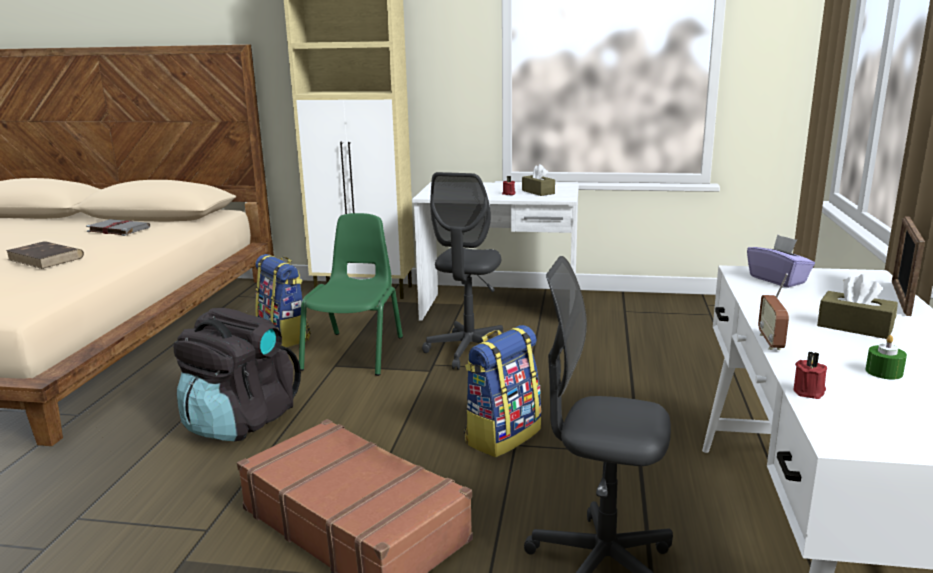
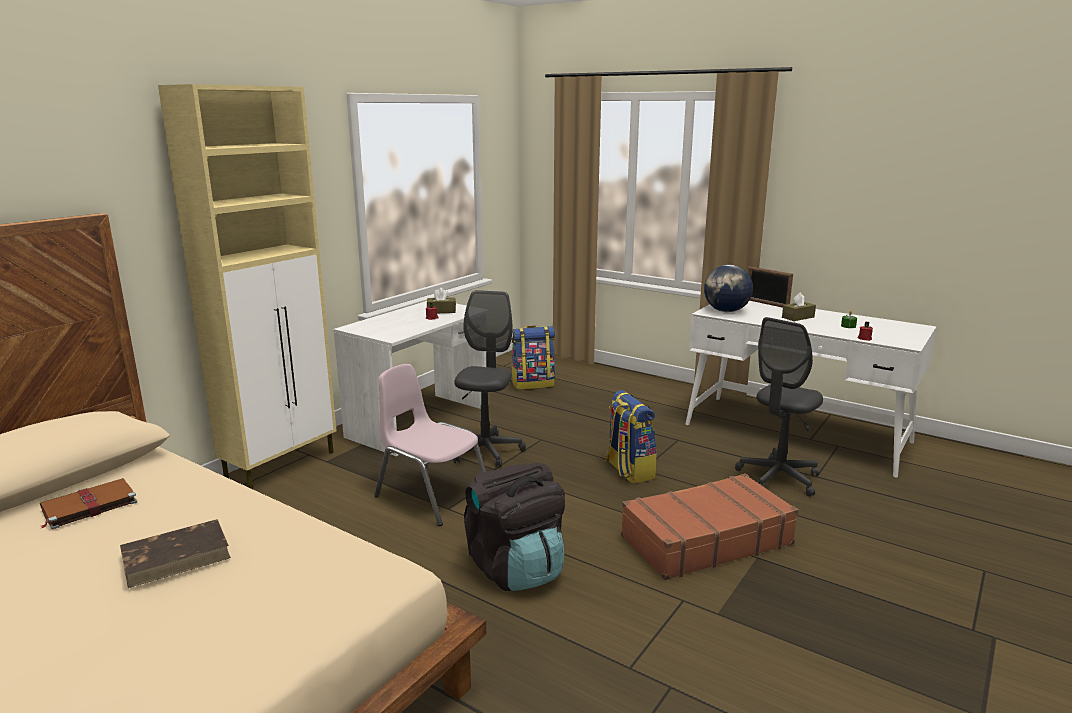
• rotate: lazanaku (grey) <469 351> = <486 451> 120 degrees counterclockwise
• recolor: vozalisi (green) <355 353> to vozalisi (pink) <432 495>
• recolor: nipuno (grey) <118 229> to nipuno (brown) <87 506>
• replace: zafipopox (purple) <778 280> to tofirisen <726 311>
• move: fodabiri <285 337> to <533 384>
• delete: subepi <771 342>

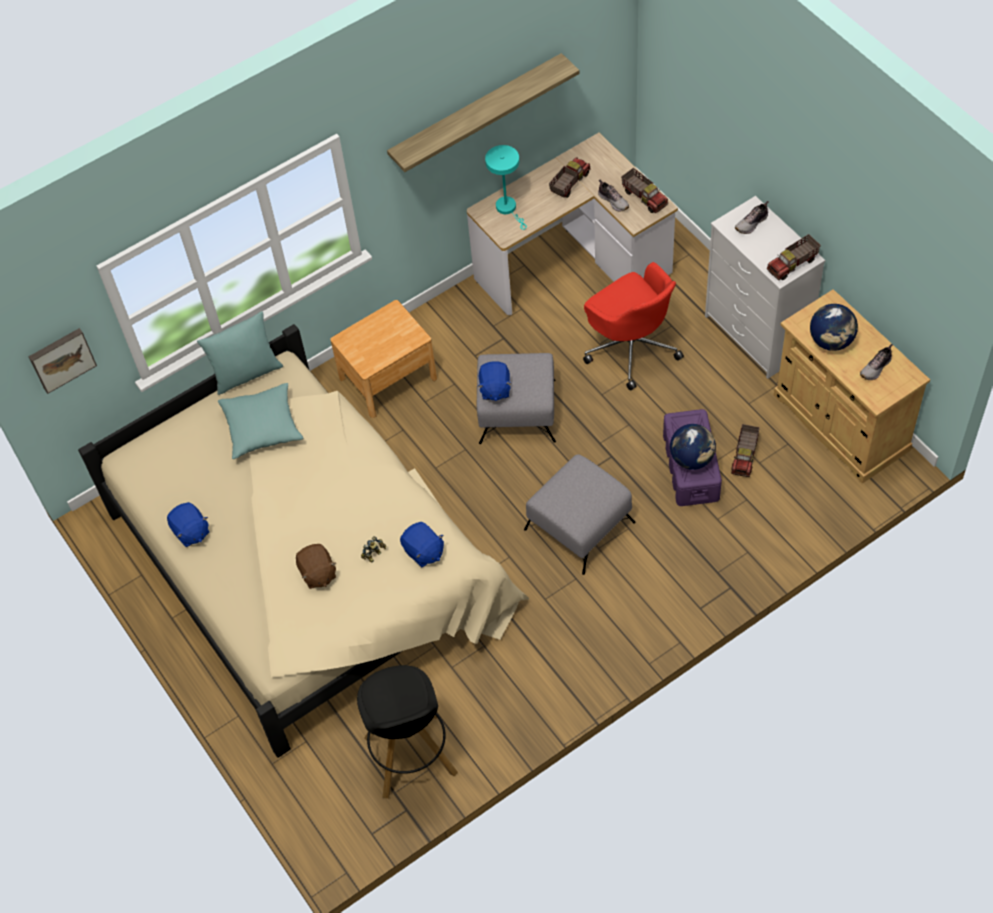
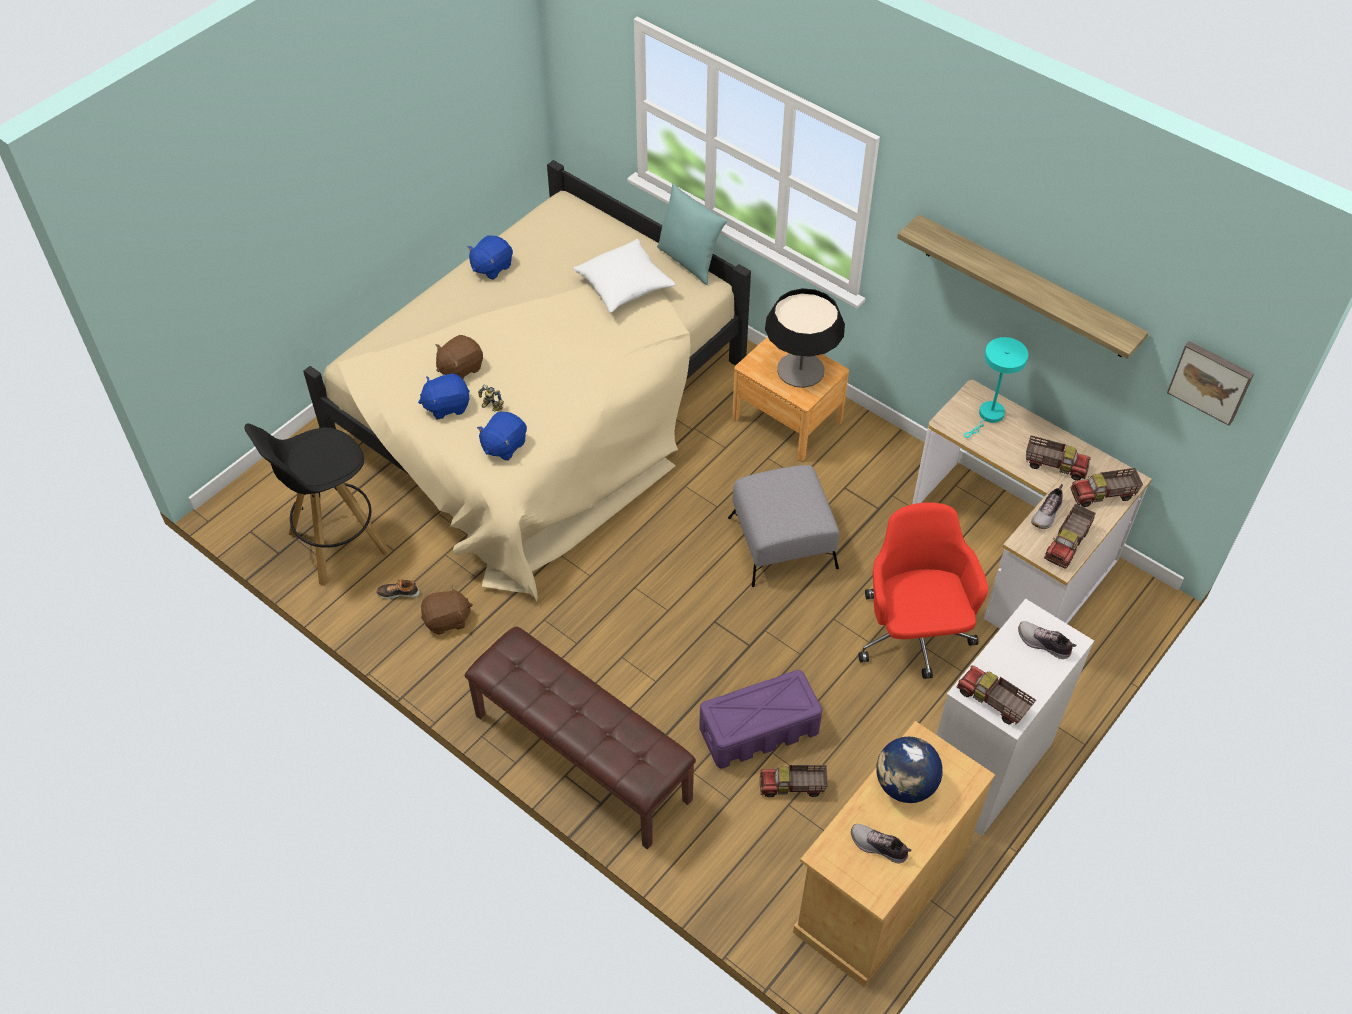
• rotate: lazanaku (red) <631 347> = <913 634> 135 degrees clockwise
• move: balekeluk <61 359> to <1211 381>
• move: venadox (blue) <494 389> to <447 406>
• recolor: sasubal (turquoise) <262 427> to sasubal (white) <624 286>
• delete: tofirisen <692 459>
• delete: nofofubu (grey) <580 525>
• insert: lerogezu <800 370>
• insert: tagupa <1103 495>
• insert: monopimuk <398 592>
• insert: venadox (brown) <447 620>
• insert: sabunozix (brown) <580 757>

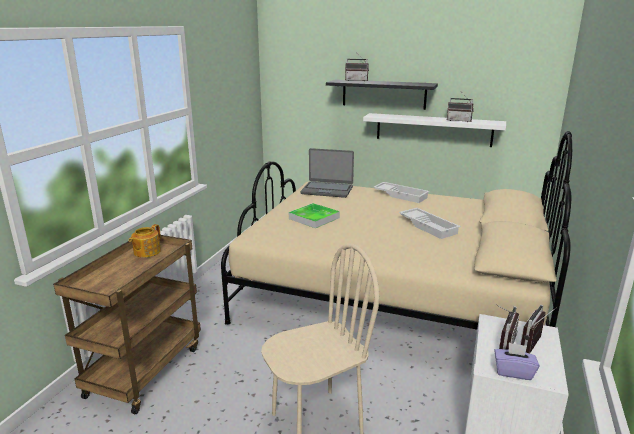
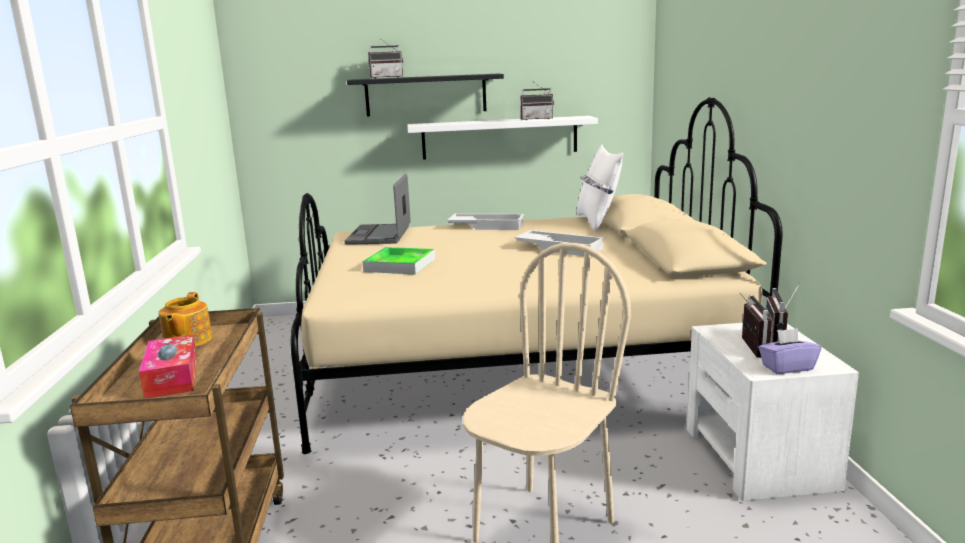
• rotate: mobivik <327 190> = <380 235> 105 degrees clockwise
• insert: sasubal (white) <598 222>
• insert: zafipopox <172 377>

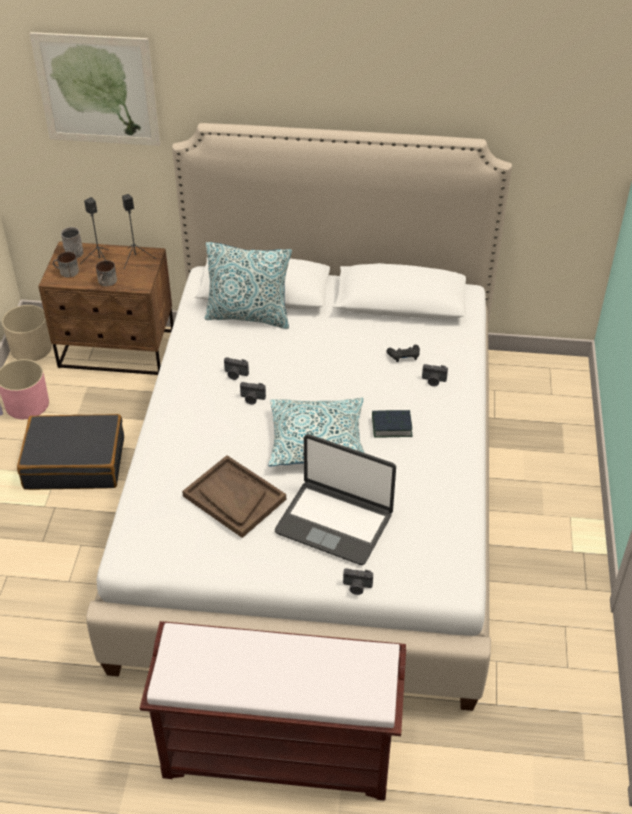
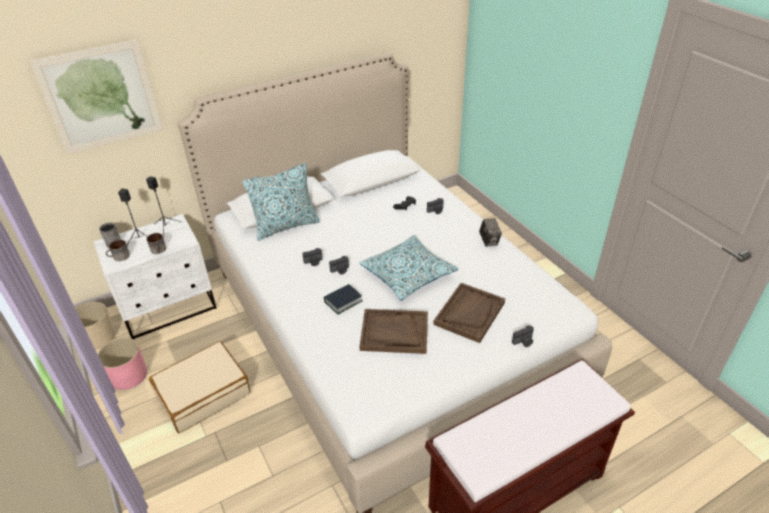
• recolor: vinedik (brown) <117 351> to vinedik (white) <169 308>
• move: nipuno <391 426> to <343 301>
• recolor: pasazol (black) <75 462> to pasazol (beige) <203 394>
• replace: mobivik <334 522> to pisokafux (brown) <469 313>
• insert: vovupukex <489 241>

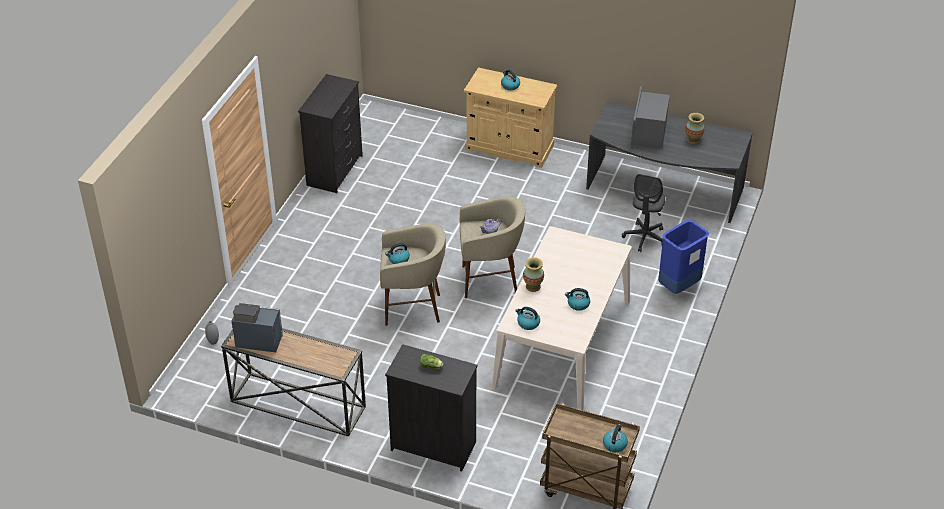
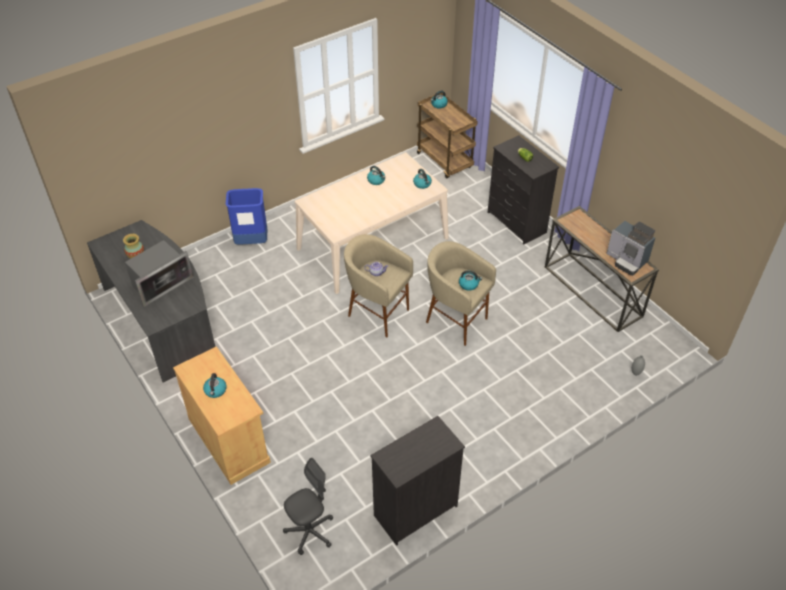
• move: lazanaku (grey) <644 238> to <310 532>
• delete: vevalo <533 286>

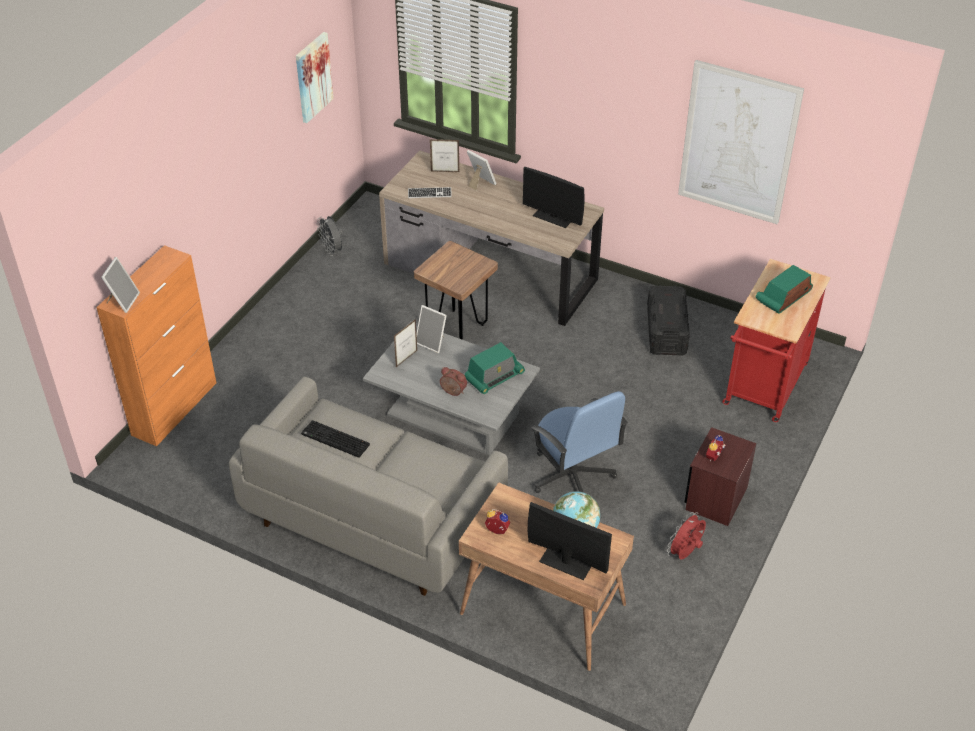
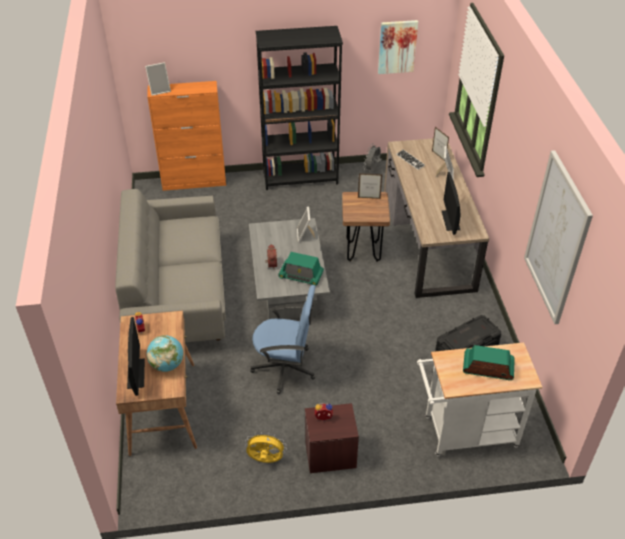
• recolor: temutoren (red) <763 389> to temutoren (white) <464 433>
• move: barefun <406 359> to <369 198>
• rotate: lazanaku (blue) <572 476> = <285 368> 105 degrees counterclockwise
• delete: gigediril <334 440>
• recolor: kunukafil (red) <685 553> to kunukafil (yellow) <265 460>
• insert: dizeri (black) <300 178>

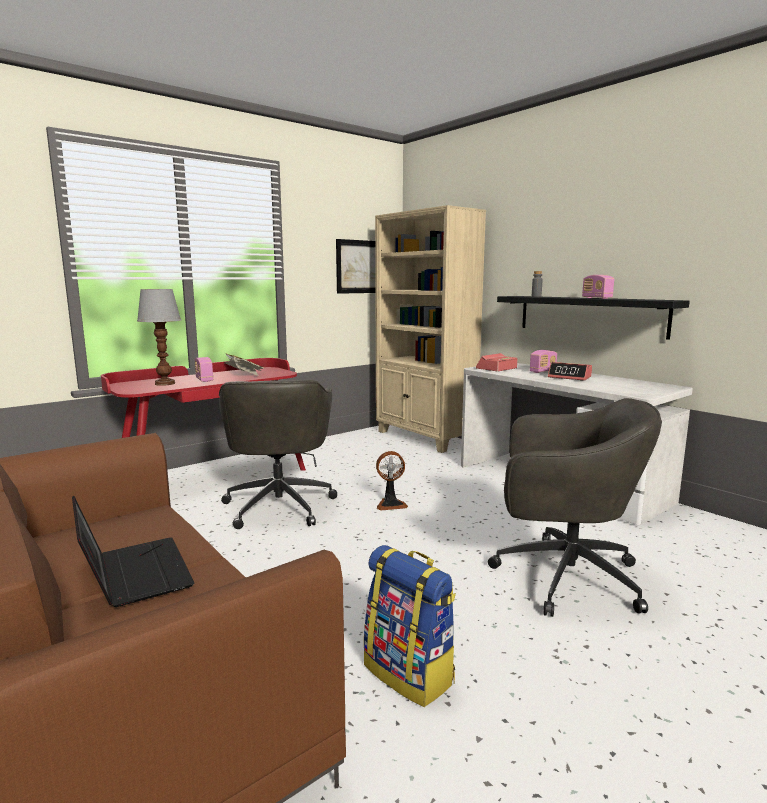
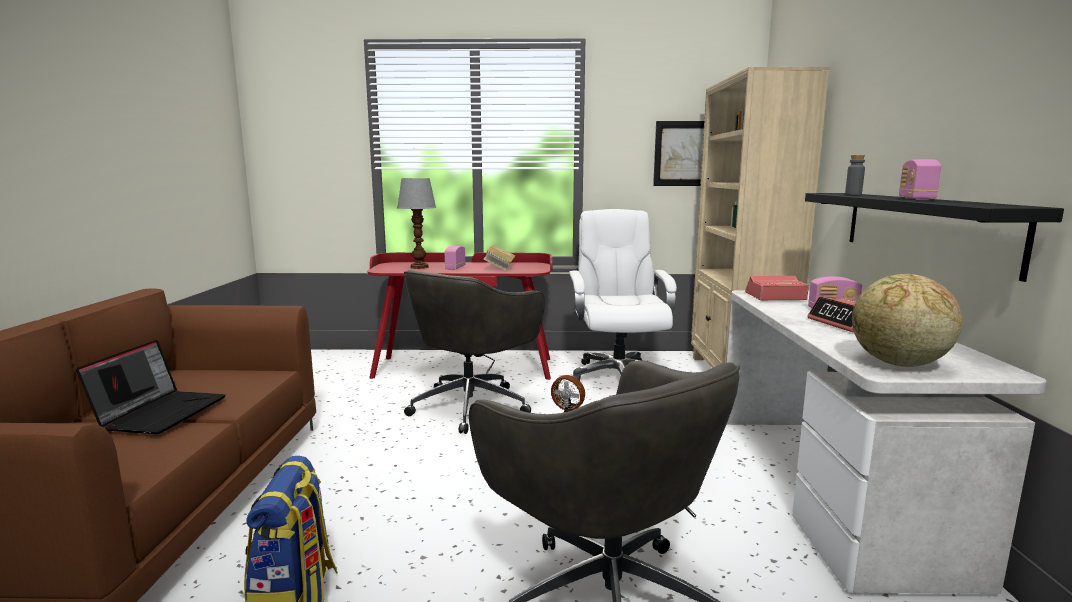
• insert: lazanaku (white) <618 375>
• insert: tofirisen <897 364>

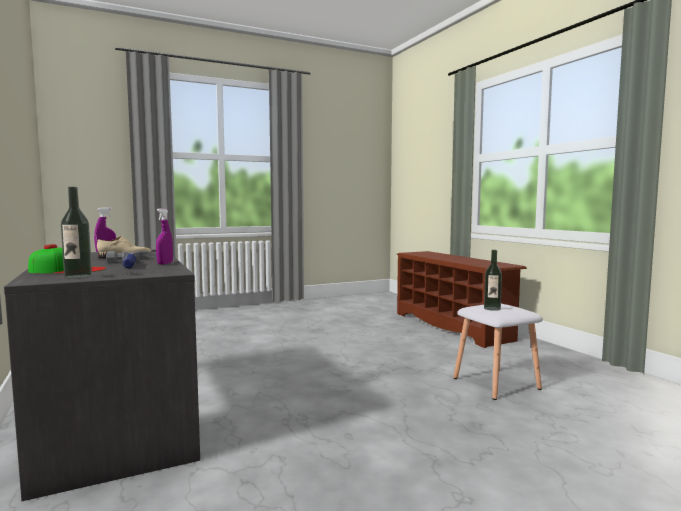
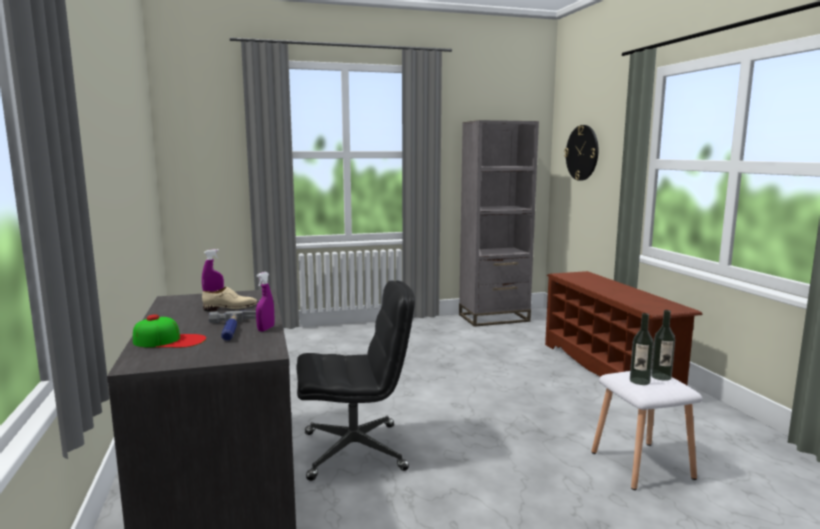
• move: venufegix <78 276> to <661 377>
• insert: dizeri (grey) <494 318>
• insert: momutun <582 153>
• insert: lazanaku (black) <355 450>

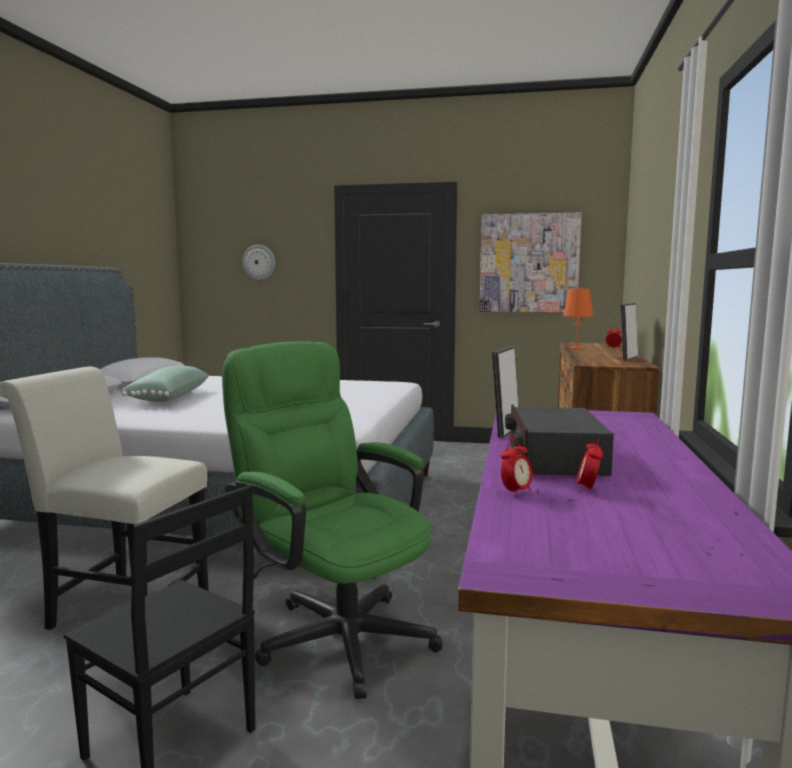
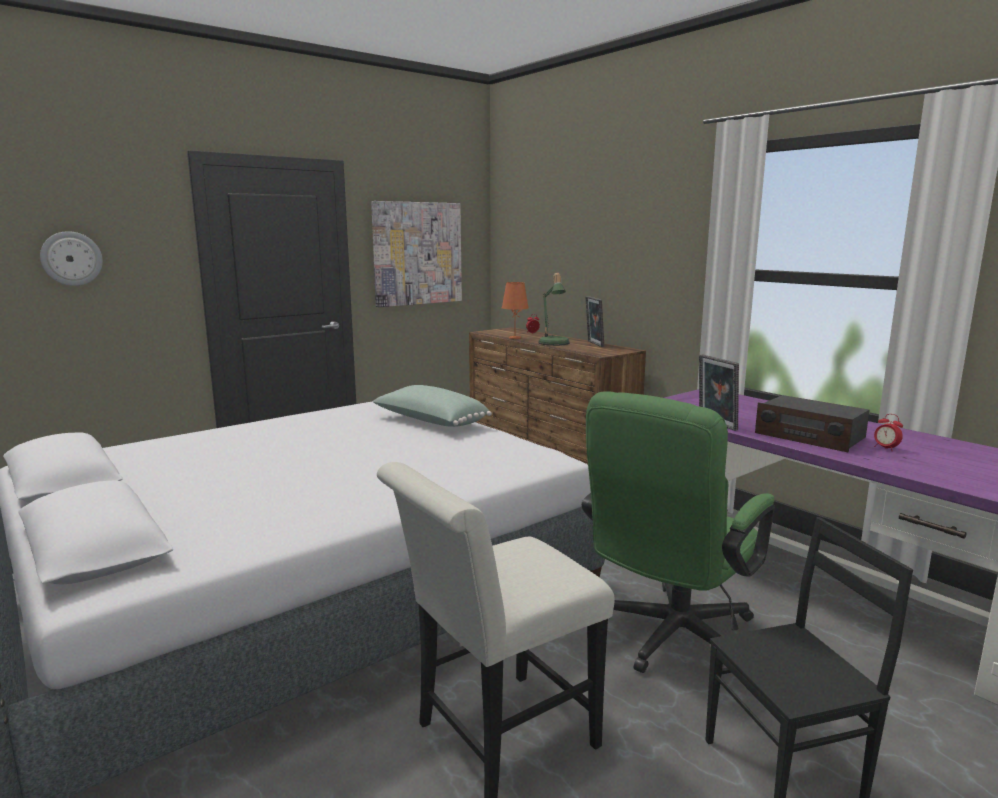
• rotate: lazanaku (green) <334 632> = <669 639> 45 degrees counterclockwise
• move: sasubal (green) <167 398> to <430 422>
• delete: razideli <516 492>
• insert: lerogezu <554 344>

